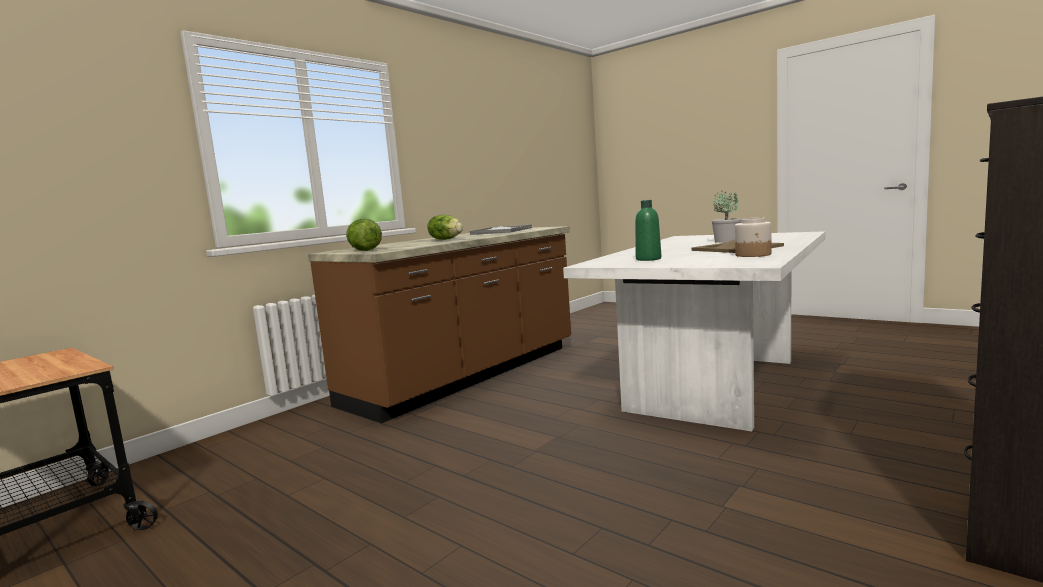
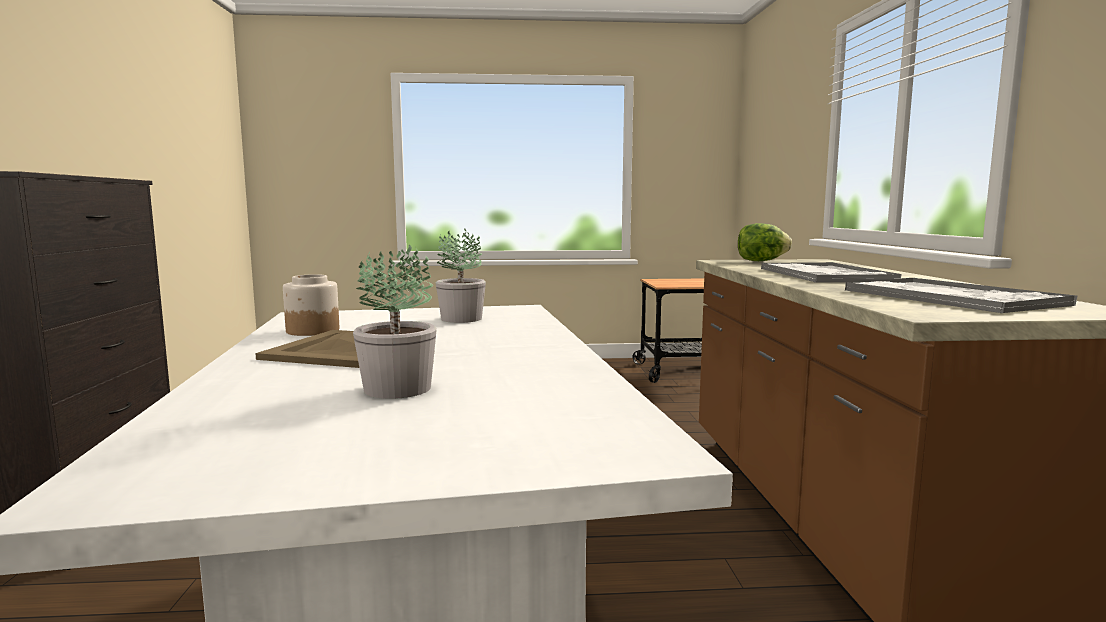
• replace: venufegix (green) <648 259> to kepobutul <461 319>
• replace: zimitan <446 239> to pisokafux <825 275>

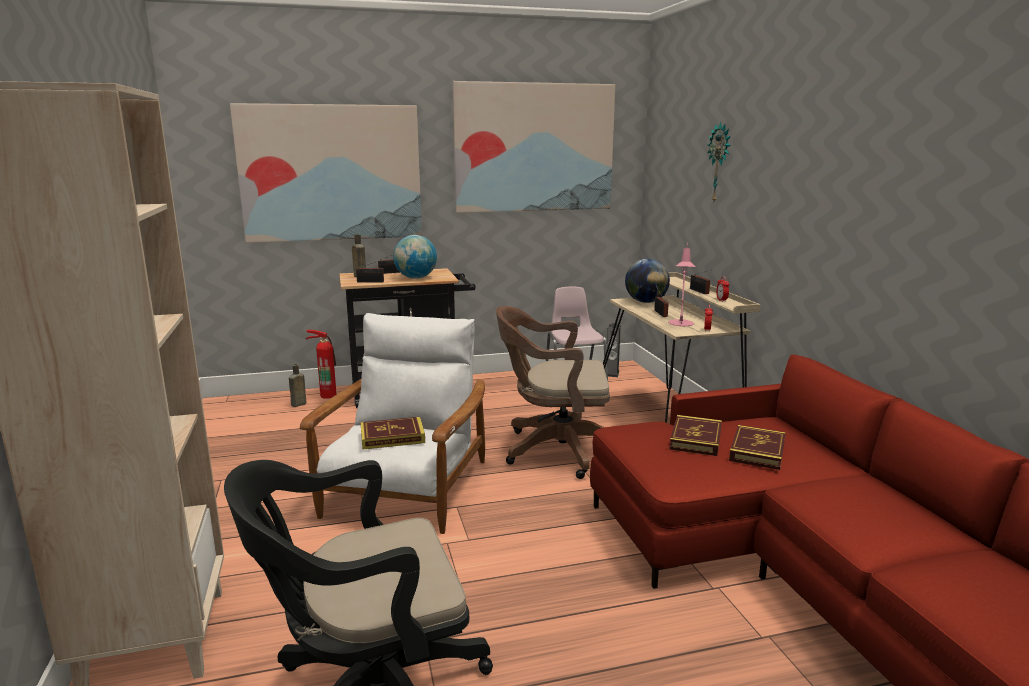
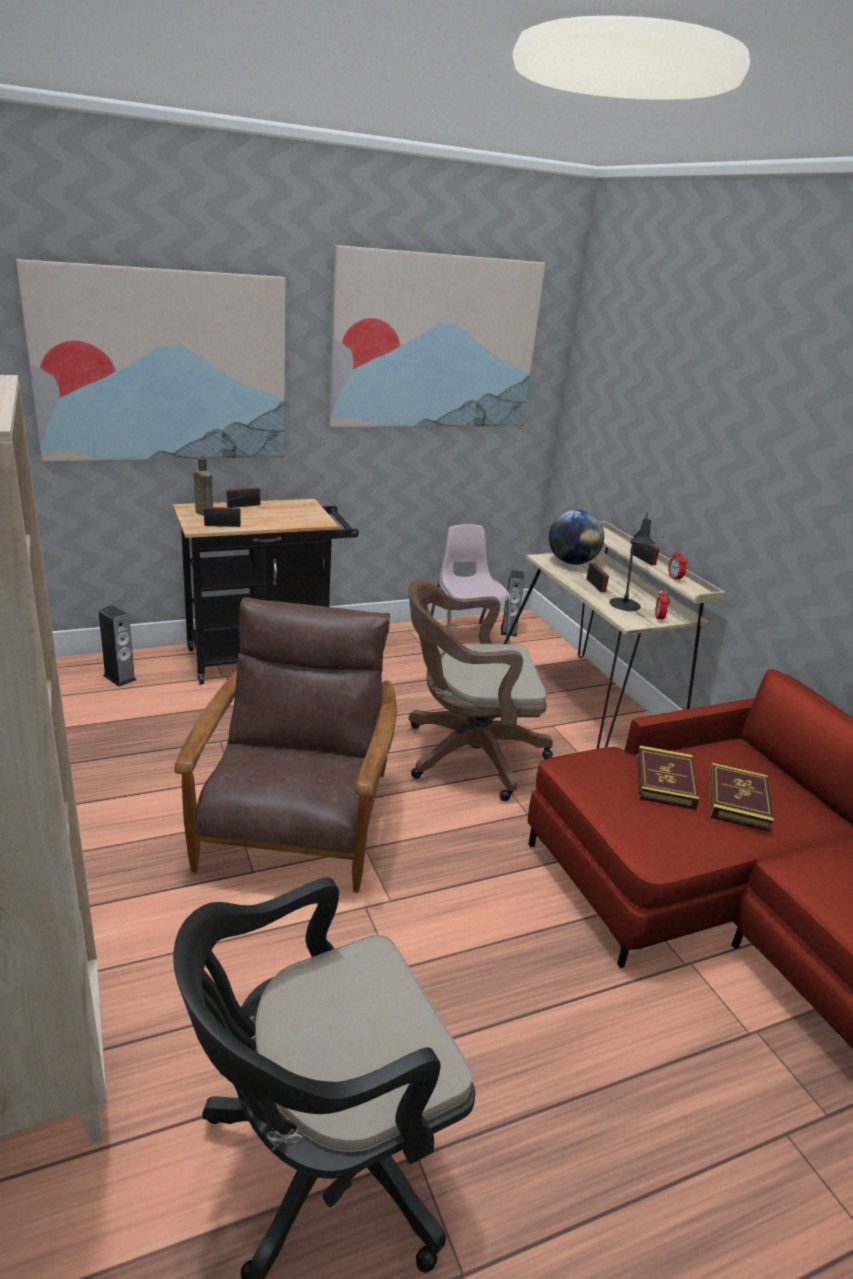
• delete: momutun <720 163>
• delete: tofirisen <416 278>
• recolor: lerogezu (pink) <681 324> to lerogezu (black) <625 606>
• recolor: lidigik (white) <406 489> to lidigik (brown) <295 821>
• delete: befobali <327 395>
• replace: venufegix (brown) <297 404> to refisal <119 677>
• delete: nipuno <392 437>

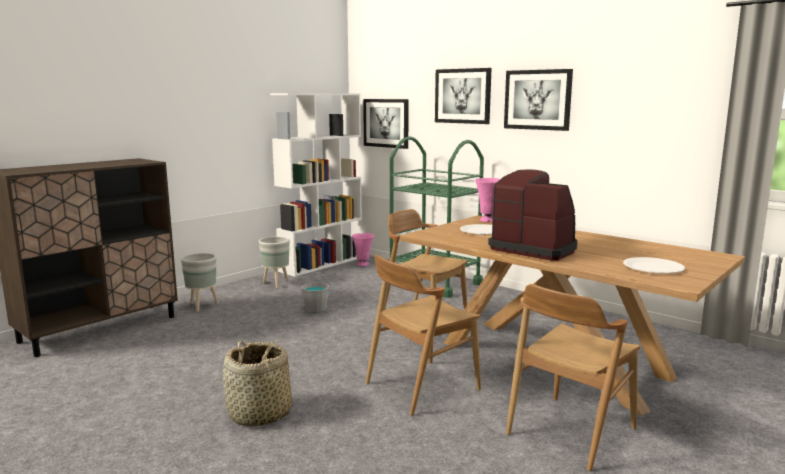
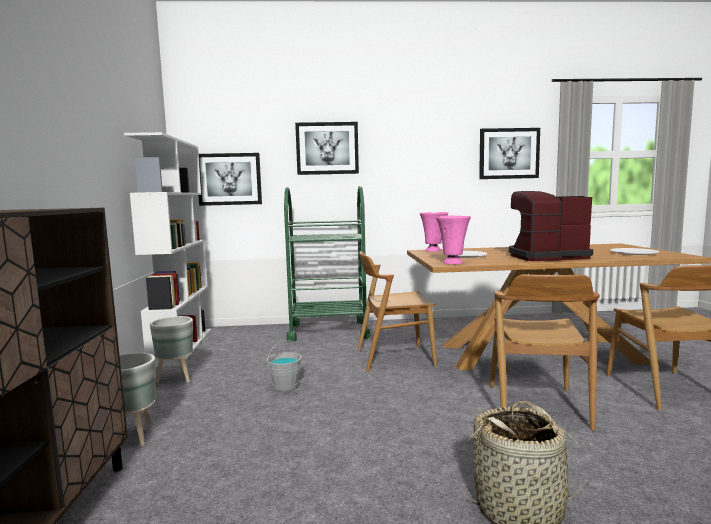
• move: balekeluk <537 99> to <509 153>
• move: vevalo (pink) <363 264> to <452 263>

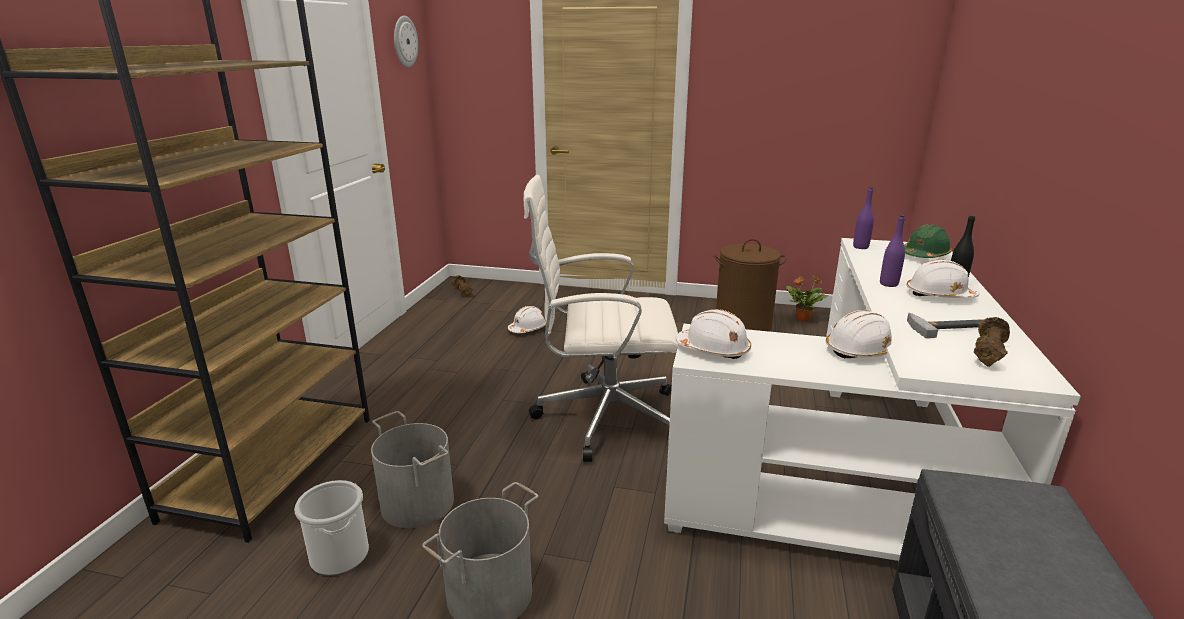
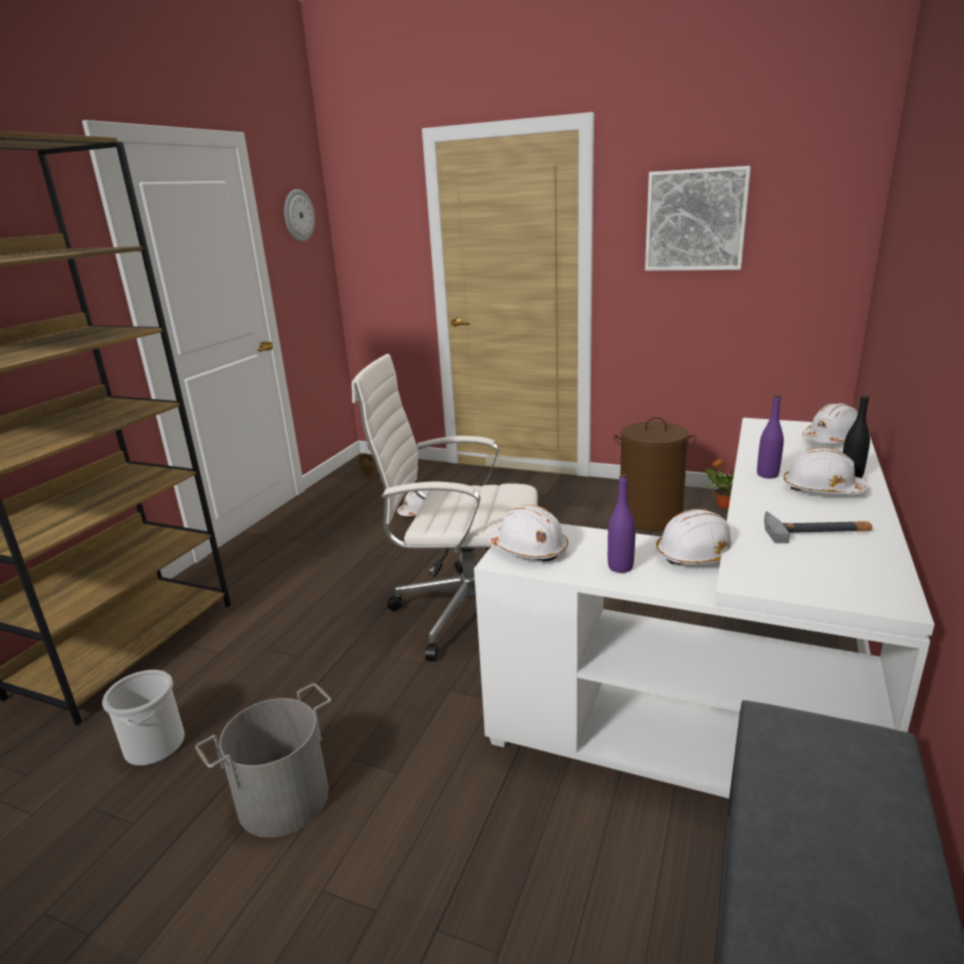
• move: venufegix (purple) <860 247> to <620 567>
• recolor: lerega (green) <924 255> to lerega (white) <832 439>
• delete: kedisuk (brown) <988 352>
• delete: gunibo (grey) <418 502>
• insert: balekeluk <695 220>

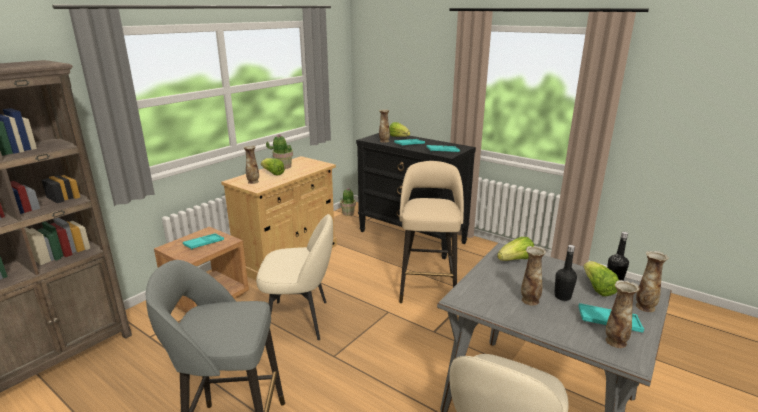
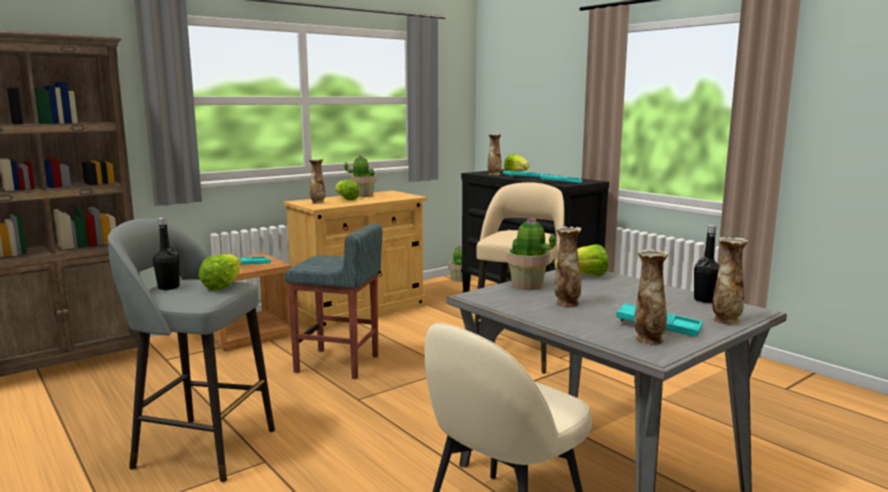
• replace: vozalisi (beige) <300 320> to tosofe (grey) <338 364>
• move: venufegix (black) <562 296> to <168 287>
• move: zimitan <597 288> to <223 285>
• insert: kepobutul <527 286>

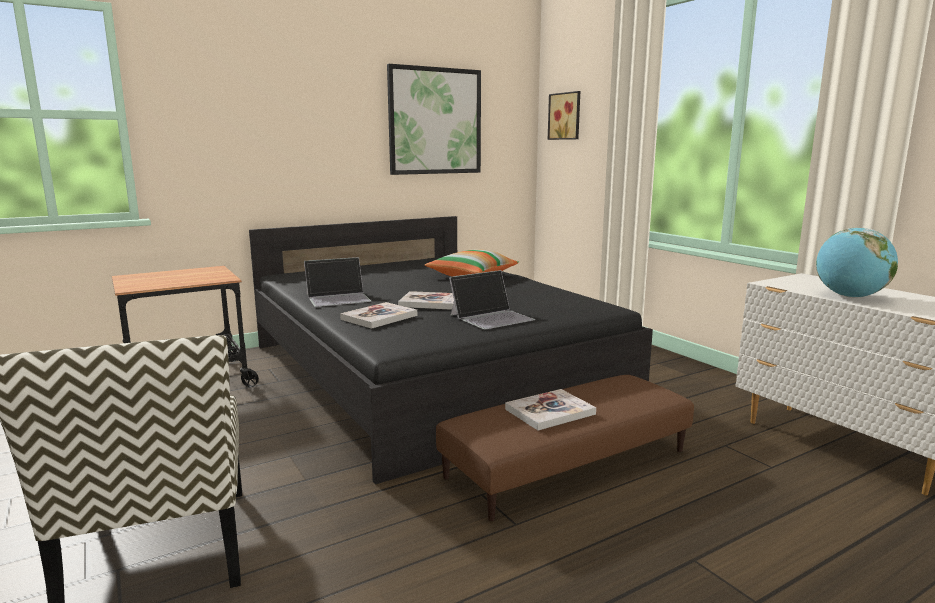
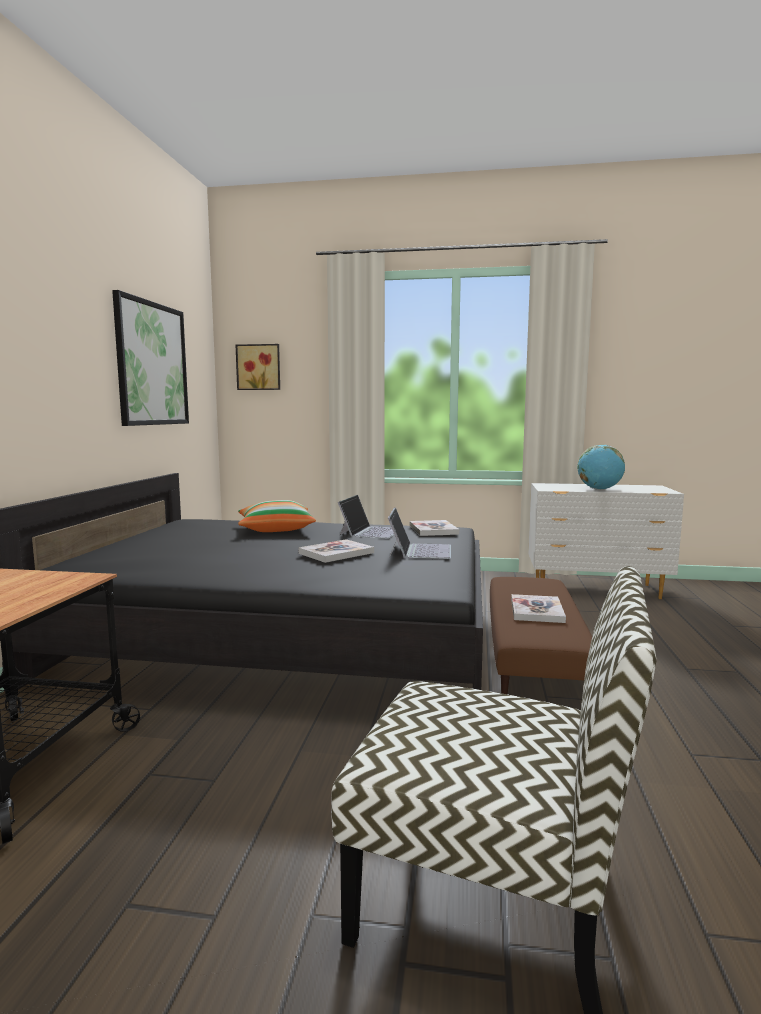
• move: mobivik <338 298> to <371 531>
• move: nipuno <379 317> to <433 530>

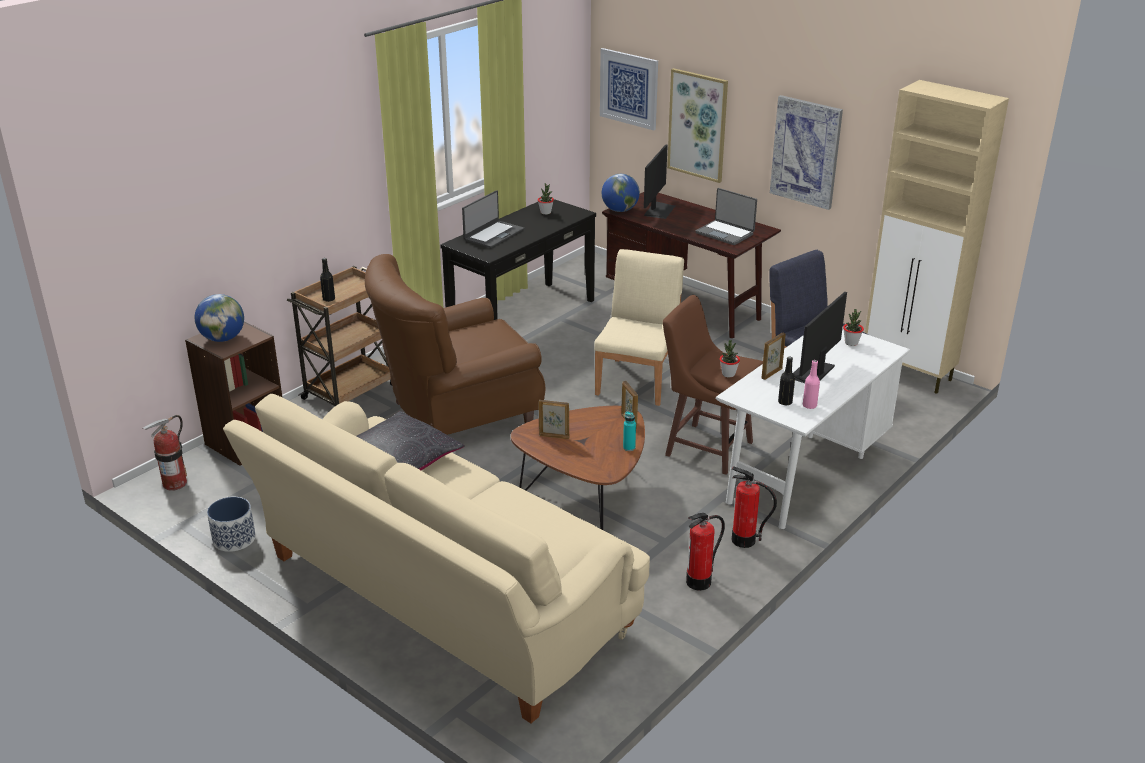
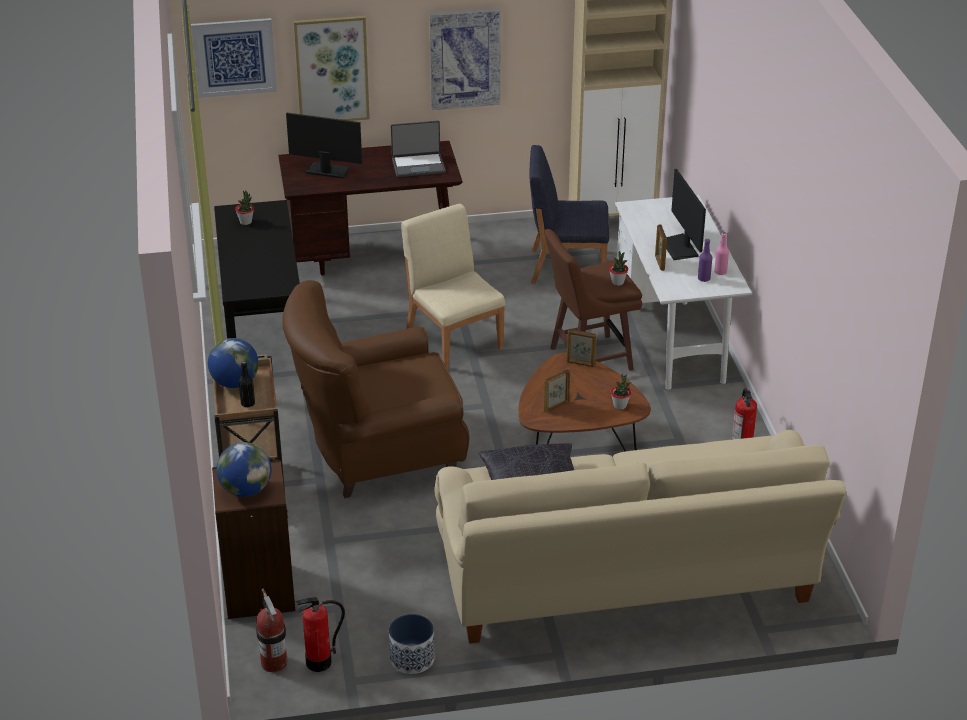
• rotate: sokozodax <659 210> = <327 170> 45 degrees counterclockwise
• move: tofirisen <620 210> to <235 383>
• delete: mobivik <493 234>
• rotate: lidigik (brown) <457 415> = <378 453> 60 degrees clockwise
• move: kepobutul <851 343> to <620 405>
• recolor: venufegix (black) <785 402> to venufegix (purple) <704 278>
• delete: venufegix (turquoise) <629 447>
• move: befobali <743 540> to <319 662>

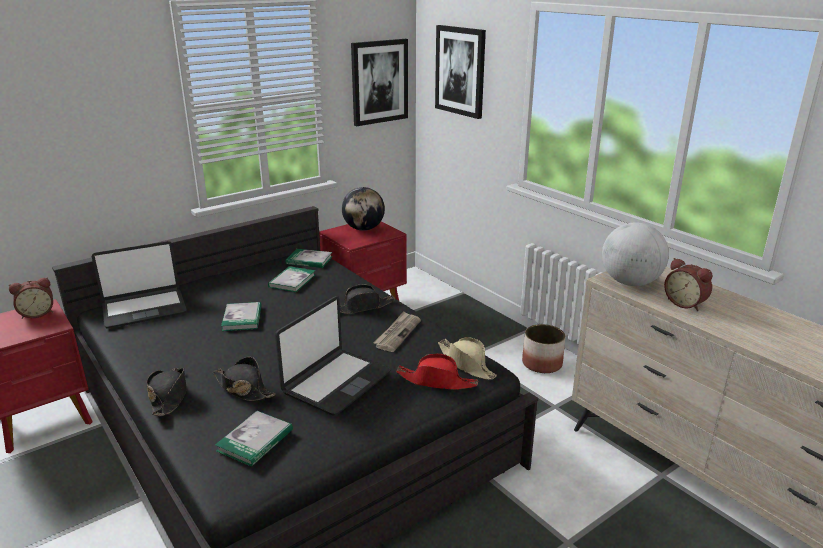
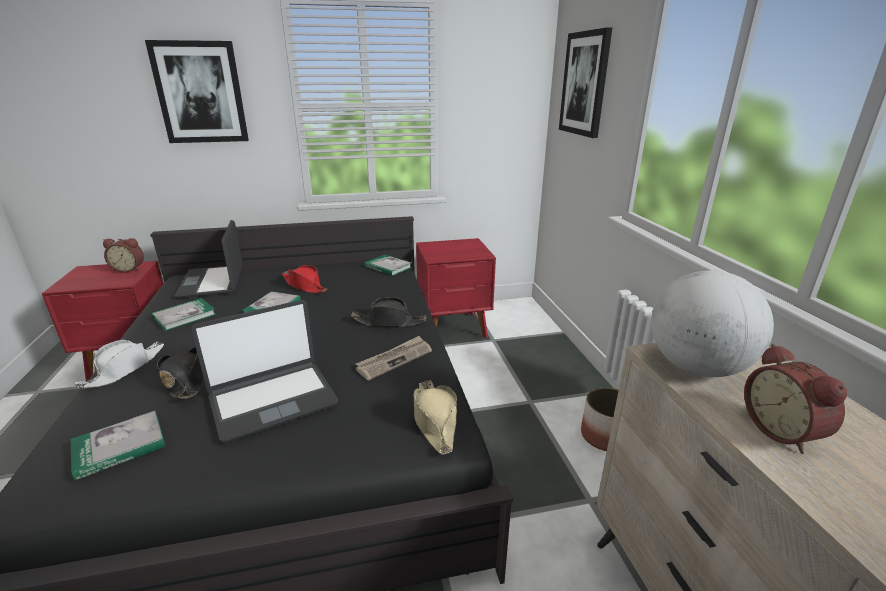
• move: balekeluk <379 82> to <200 93>
• delete: tofirisen <363 229>
• rotate: mobivik <144 309> = <213 282> 75 degrees clockwise
• move: nipuno <292 281> to <184 316>
• move: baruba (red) <437 381> to <305 286>
• recolor: baruba (black) <169 396> to baruba (white) <125 368>

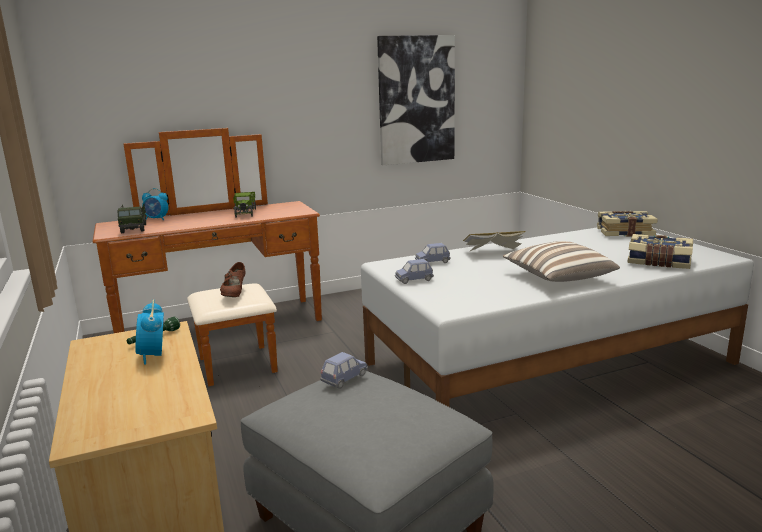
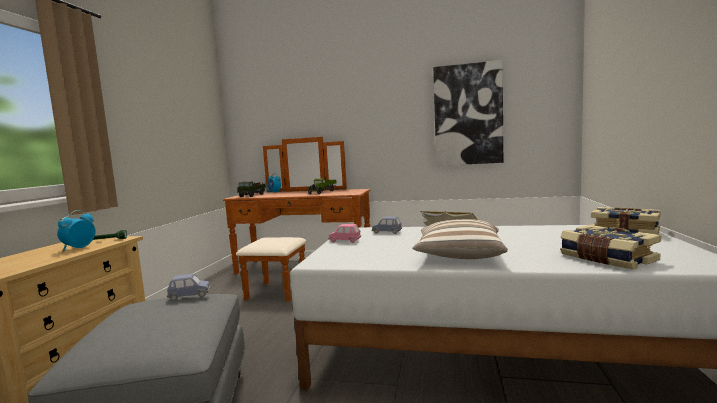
• recolor: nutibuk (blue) <414 280> to nutibuk (pink) <345 241>
• delete: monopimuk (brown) <234 294>

